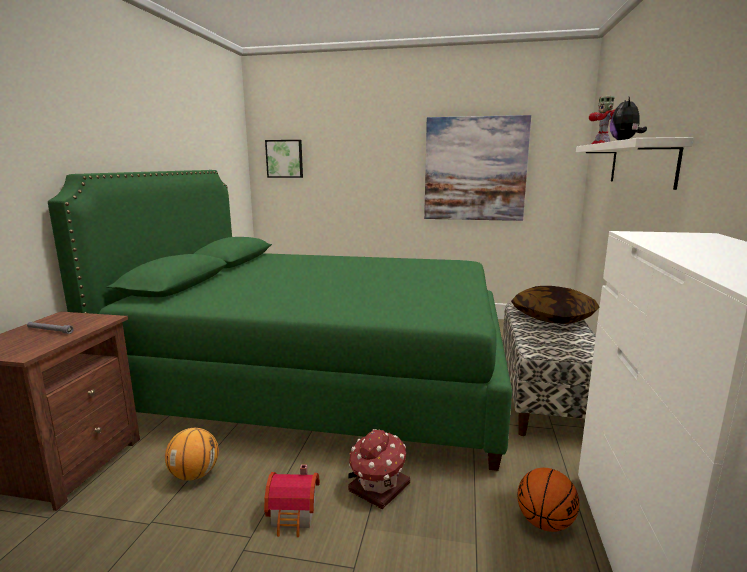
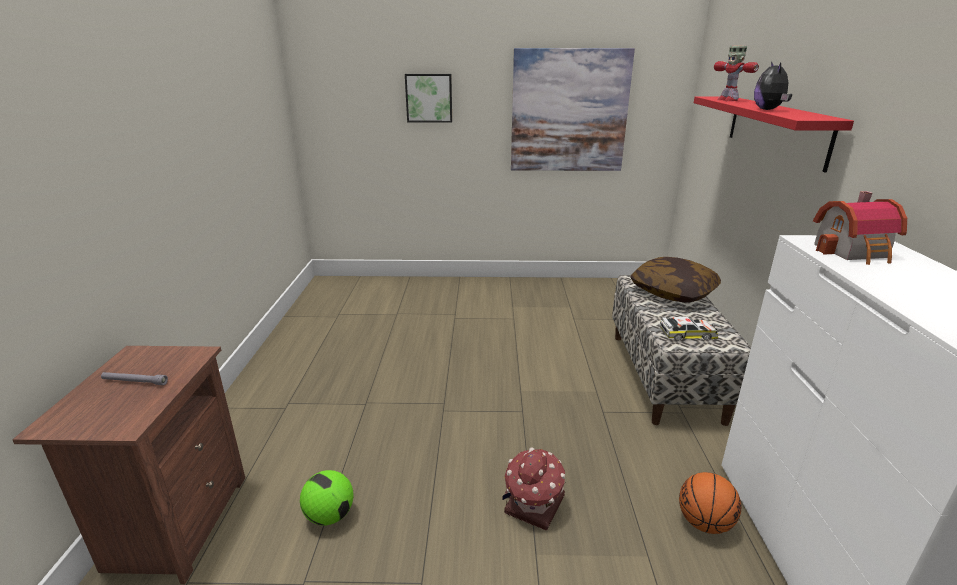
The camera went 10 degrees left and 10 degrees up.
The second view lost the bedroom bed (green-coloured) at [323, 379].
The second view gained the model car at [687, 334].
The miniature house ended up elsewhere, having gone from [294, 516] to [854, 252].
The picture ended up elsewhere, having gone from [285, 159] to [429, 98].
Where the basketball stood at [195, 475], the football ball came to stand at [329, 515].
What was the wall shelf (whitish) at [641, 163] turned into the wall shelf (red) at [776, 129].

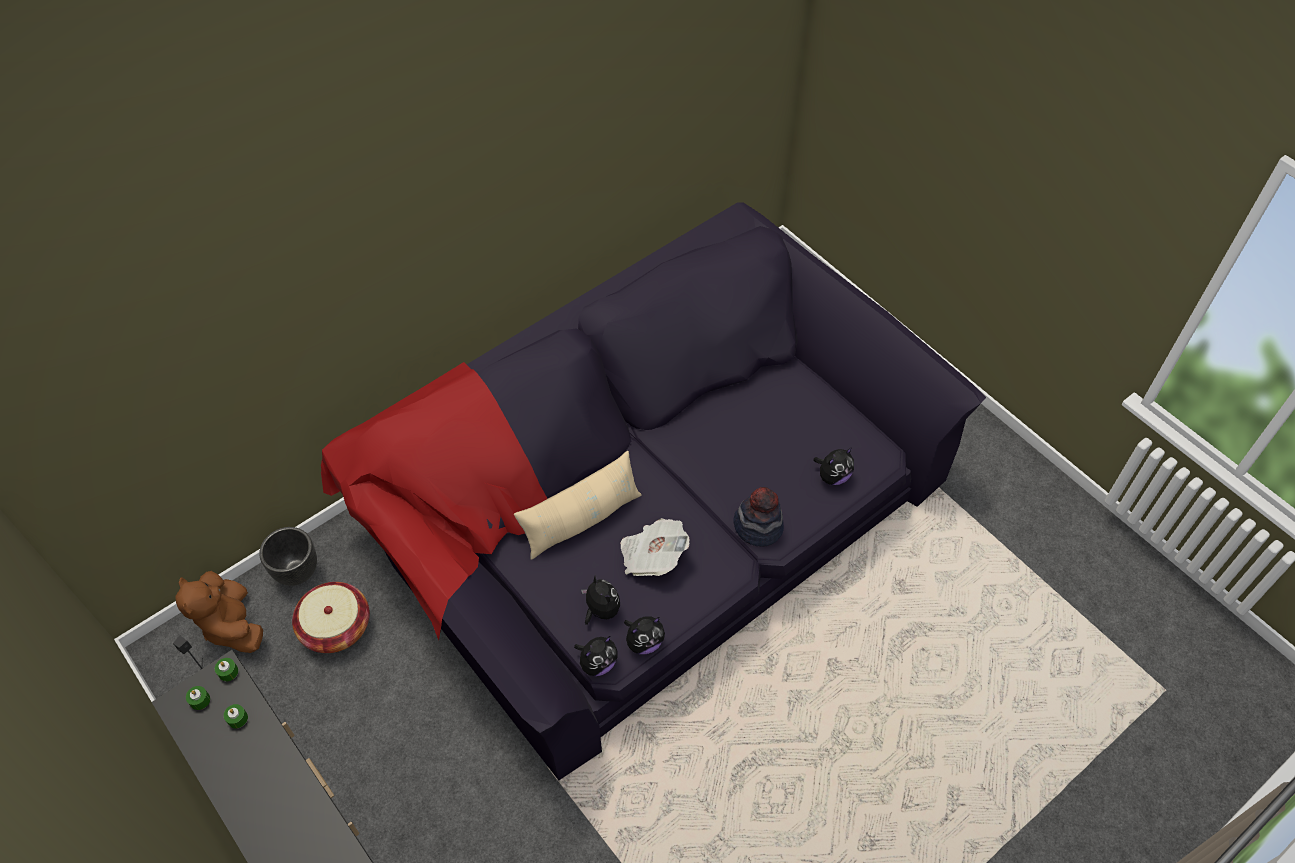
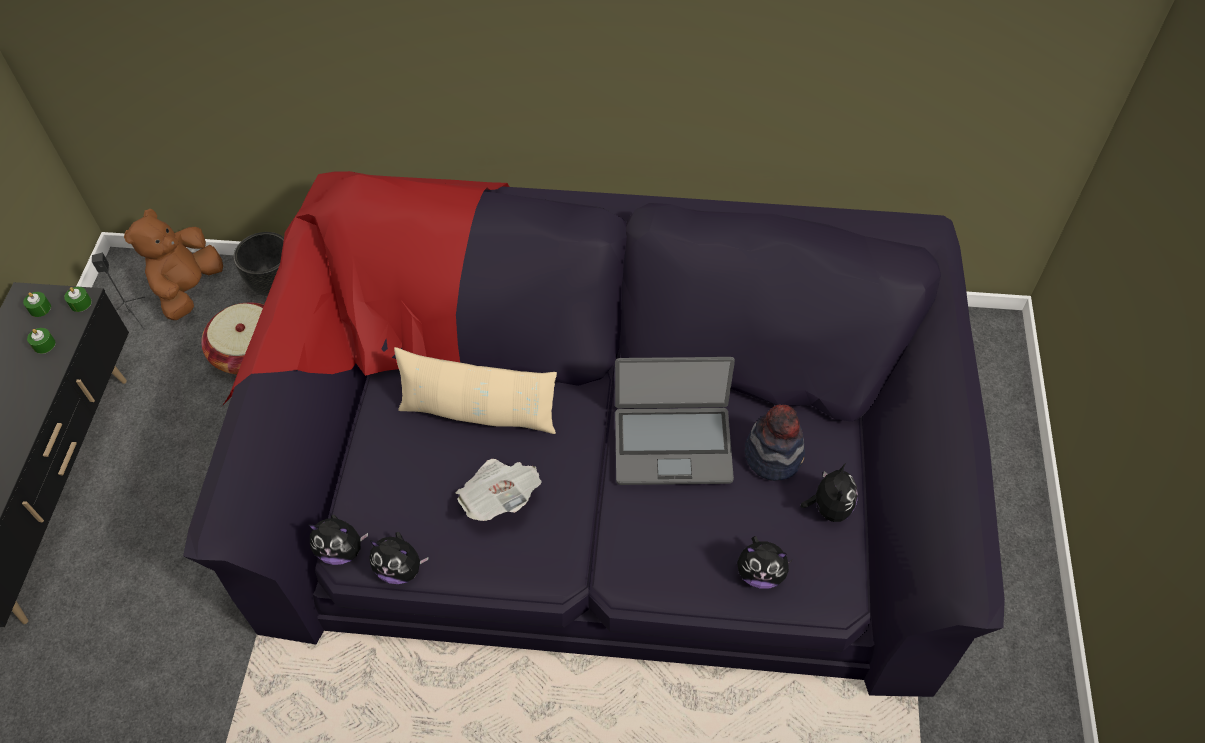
The camera went 45 degrees right and 0 degrees up.
The second view gained the notebook computer at [672, 444].
The soft toy ended up elsewhere, having gone from [601, 610] to [829, 508].
The wearable hat ended up elsewhere, having gone from [758, 526] to [773, 454].

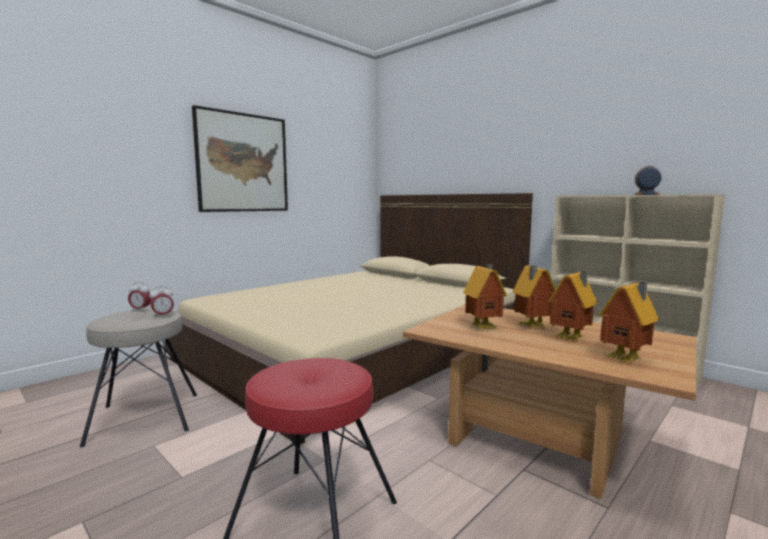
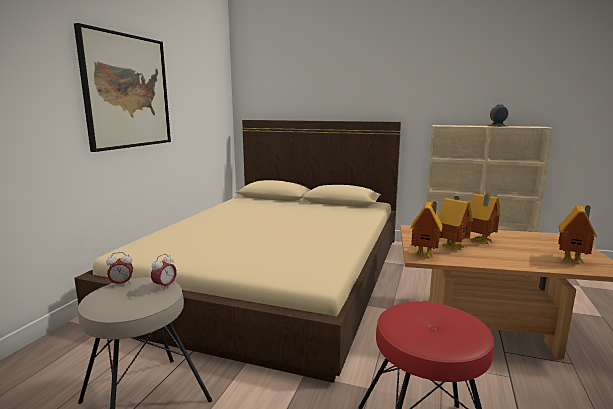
The camera went 25 degrees left and 5 degrees up.
The miniature house ended up elsewhere, having gone from [572, 339] to [426, 255].

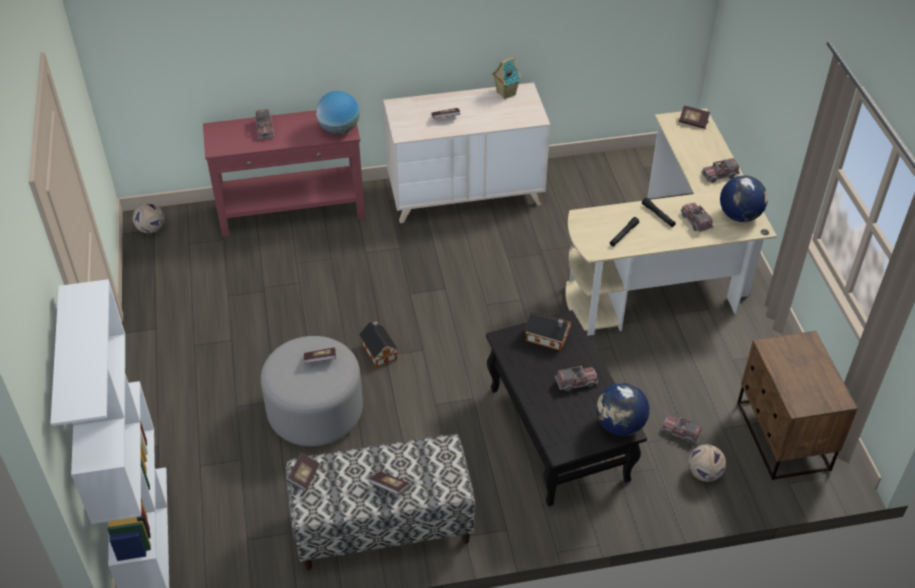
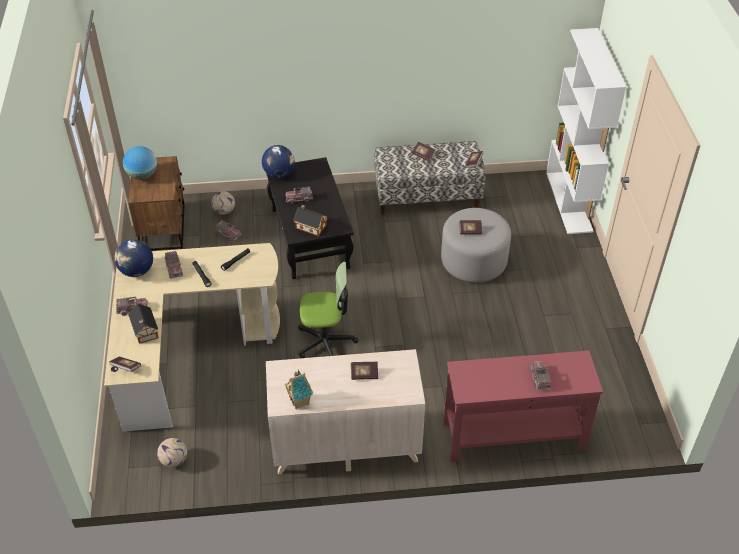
The camera went 175 degrees left and 0 degrees up.
The second view gained the desk chair at [325, 342].
The football ball ended up elsewhere, having gone from [151, 229] to [174, 460].
The desk globe ended up elsewhere, having gone from [339, 130] to [142, 175].
The miniature house ended up elsewhere, having gone from [379, 350] to [145, 331].

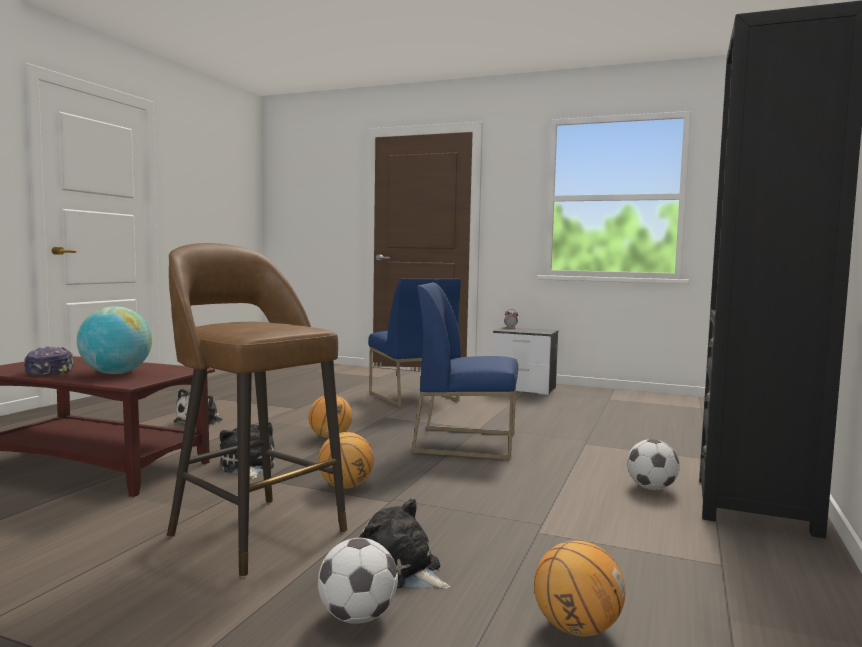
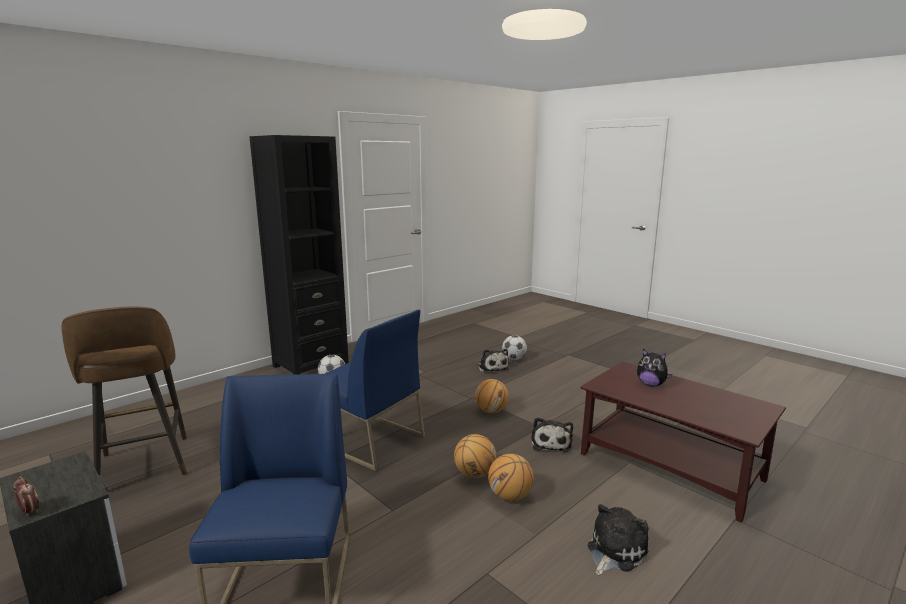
The camera went 155 degrees left and 10 degrees up.
The second view lost the baseball cap at [50, 372].
The sitting stool (brown) ended up elsewhere, having gone from [255, 531] to [143, 466].
The basketball ended up elsewhere, having gone from [576, 629] to [510, 496].
Where the desk globe stood at [116, 373], the soft toy came to stand at [651, 384].

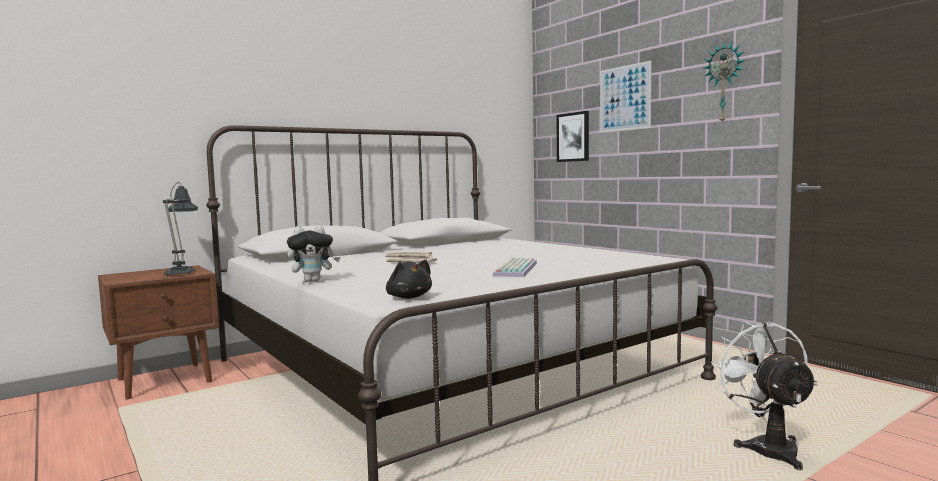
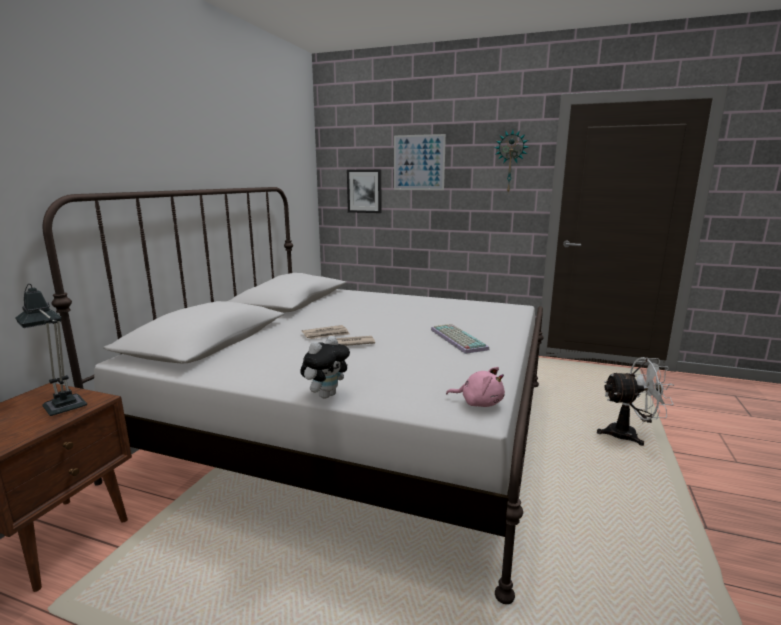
The camera went 35 degrees left and 10 degrees up.
What was the soft toy (black) at [408, 297] turned into the soft toy (pink) at [479, 403].
The electric fan (whitish) at [767, 447] ended up facing another way, 135 degrees clockwise from before.

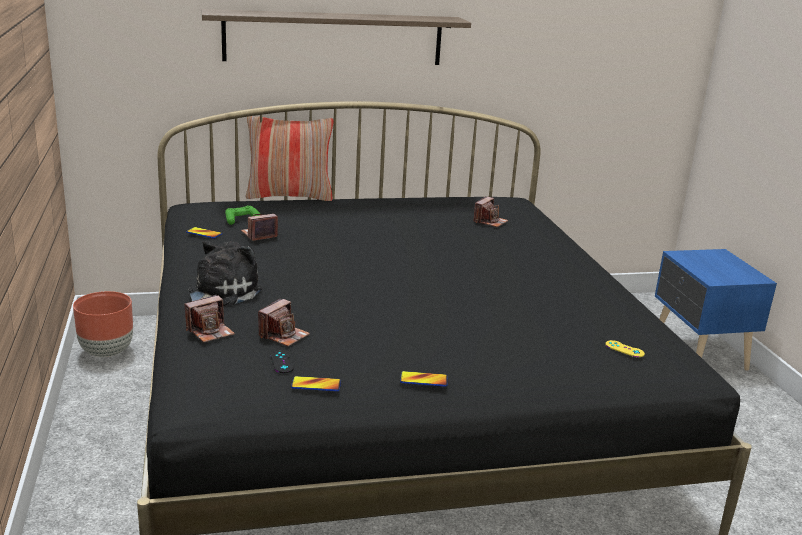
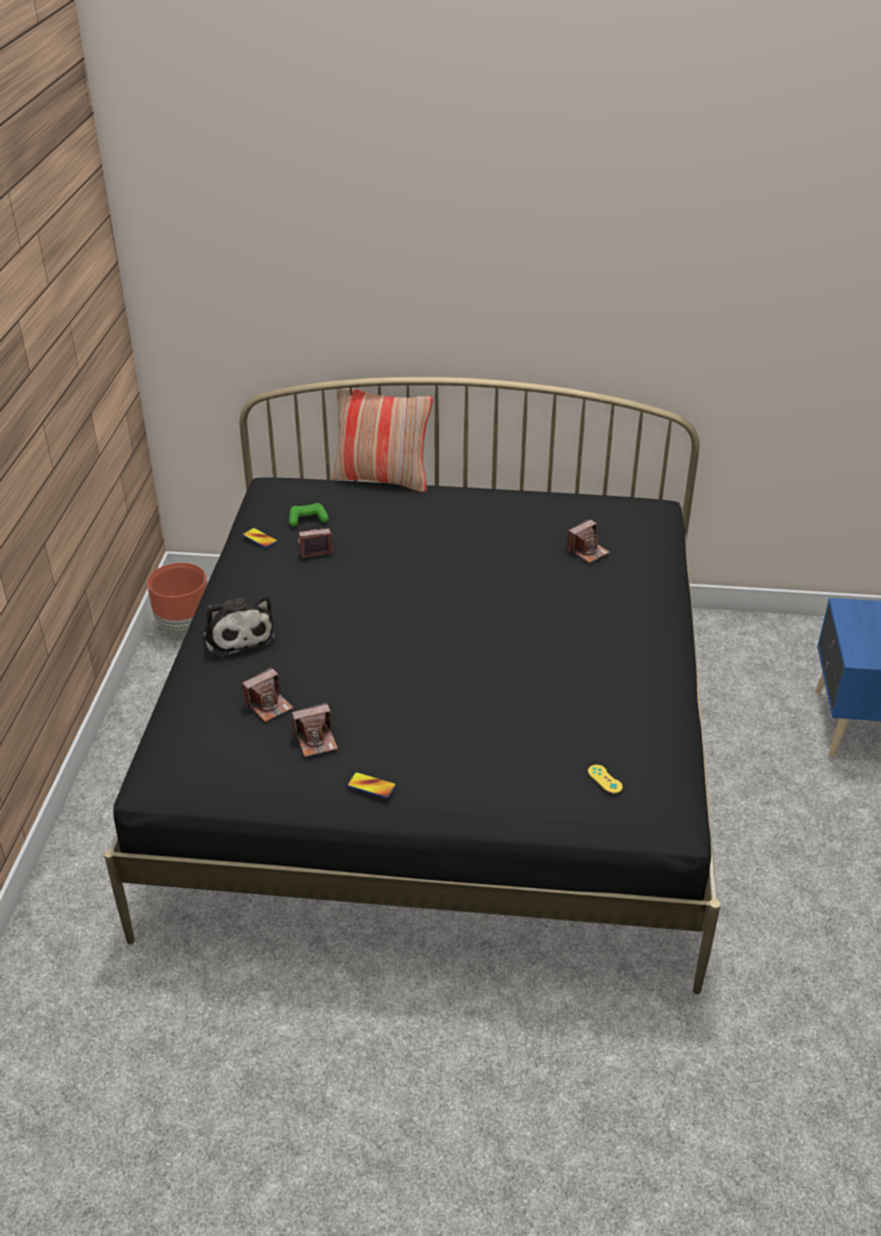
The camera went 20 degrees right and 15 degrees up.
The second view lost the wall shelf at [334, 38].
The second view lost the gamepad (black) at [282, 362].
The second view lost the handset at [316, 385].
The photo camera ended up elsewhere, having gone from [210, 331] to [316, 740].
The soft toy at [221, 293] ended up facing another way, 105 degrees clockwise from before.

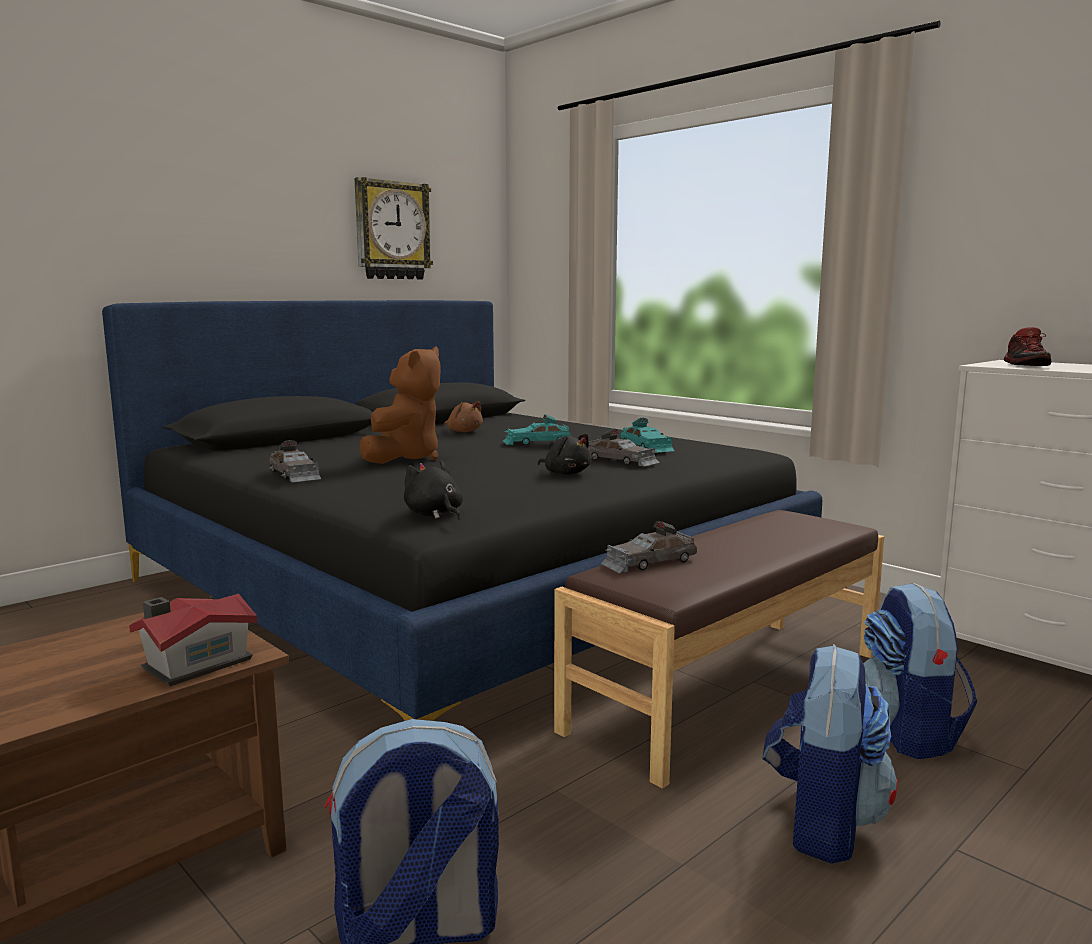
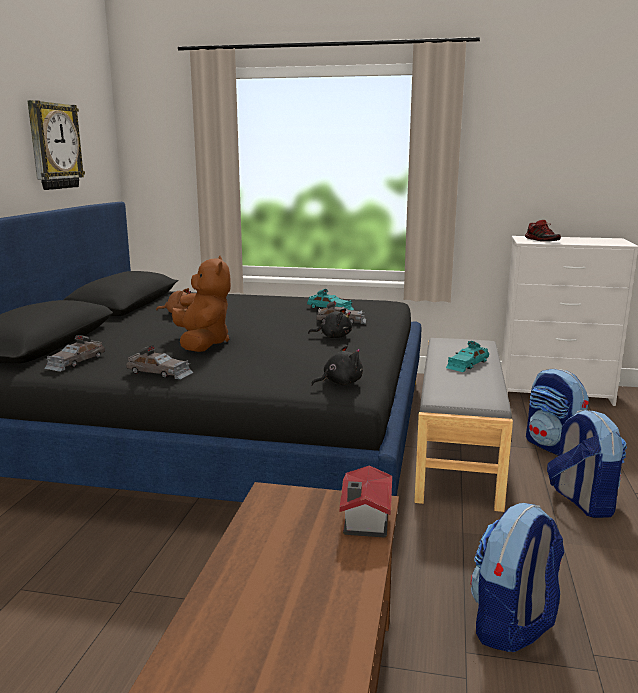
The camera went 35 degrees left and 5 degrees up.
The model car (turquoise-coloured) ended up elsewhere, having gone from [536, 442] to [467, 364].
The model car (greyish) ended up elsewhere, having gone from [648, 562] to [75, 362].
What was the bench (brown) at [727, 689] turned into the bench (greyish) at [456, 450].
The soft toy (black) at [434, 515] ended up facing another way, 135 degrees clockwise from before.

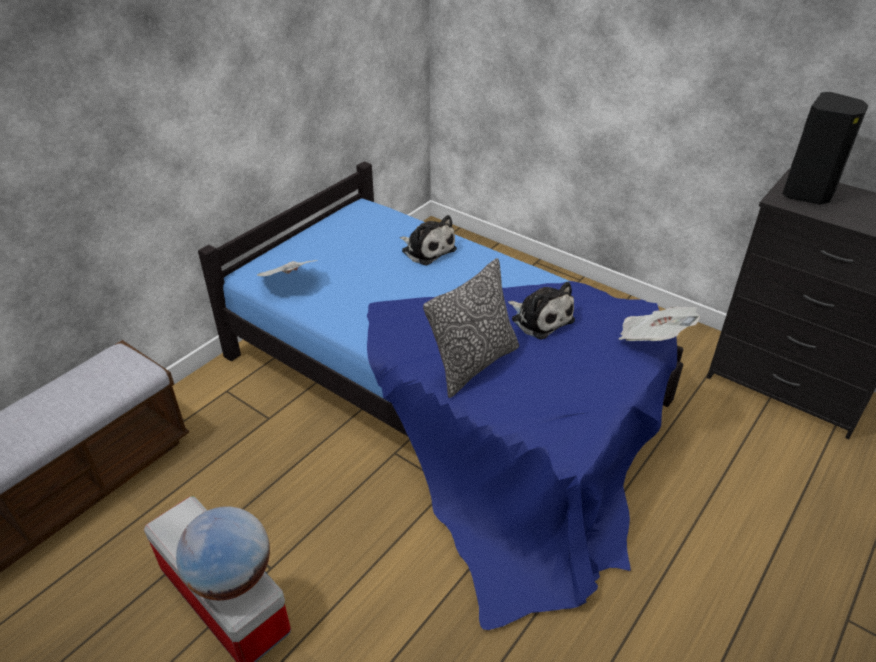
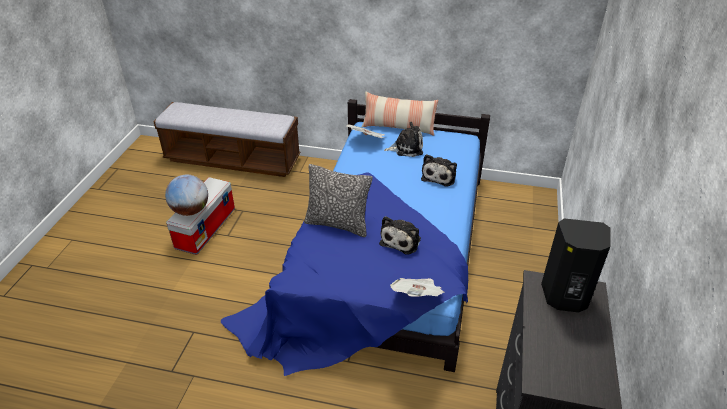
The camera went 65 degrees right and 0 degrees up.
The second view gained the pillow at [398, 127].
The second view gained the soft toy at [406, 148].

